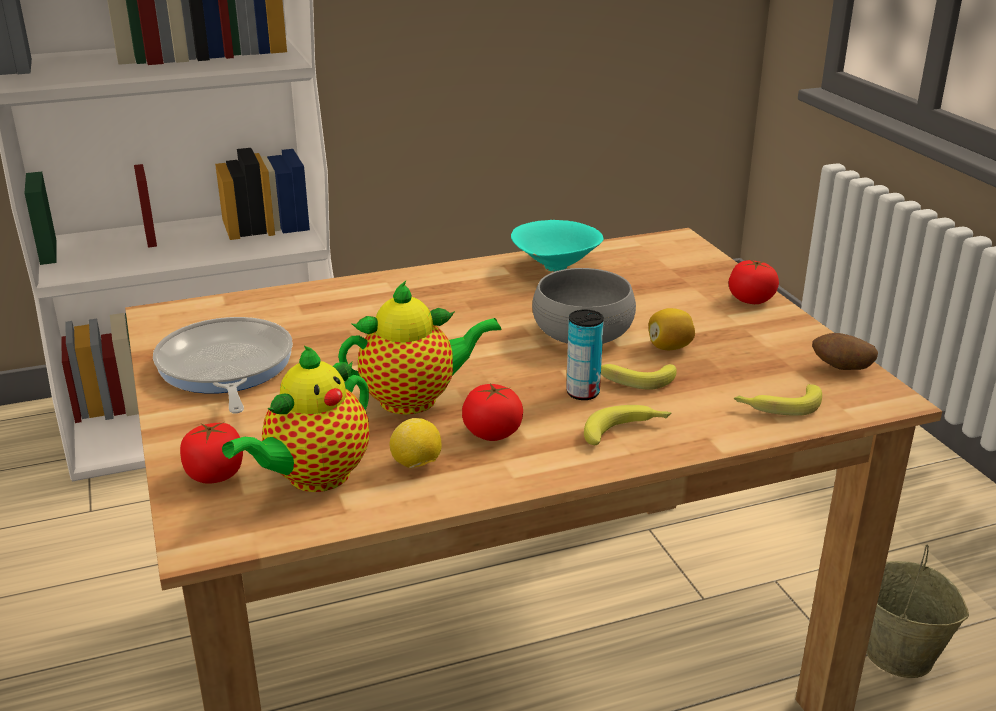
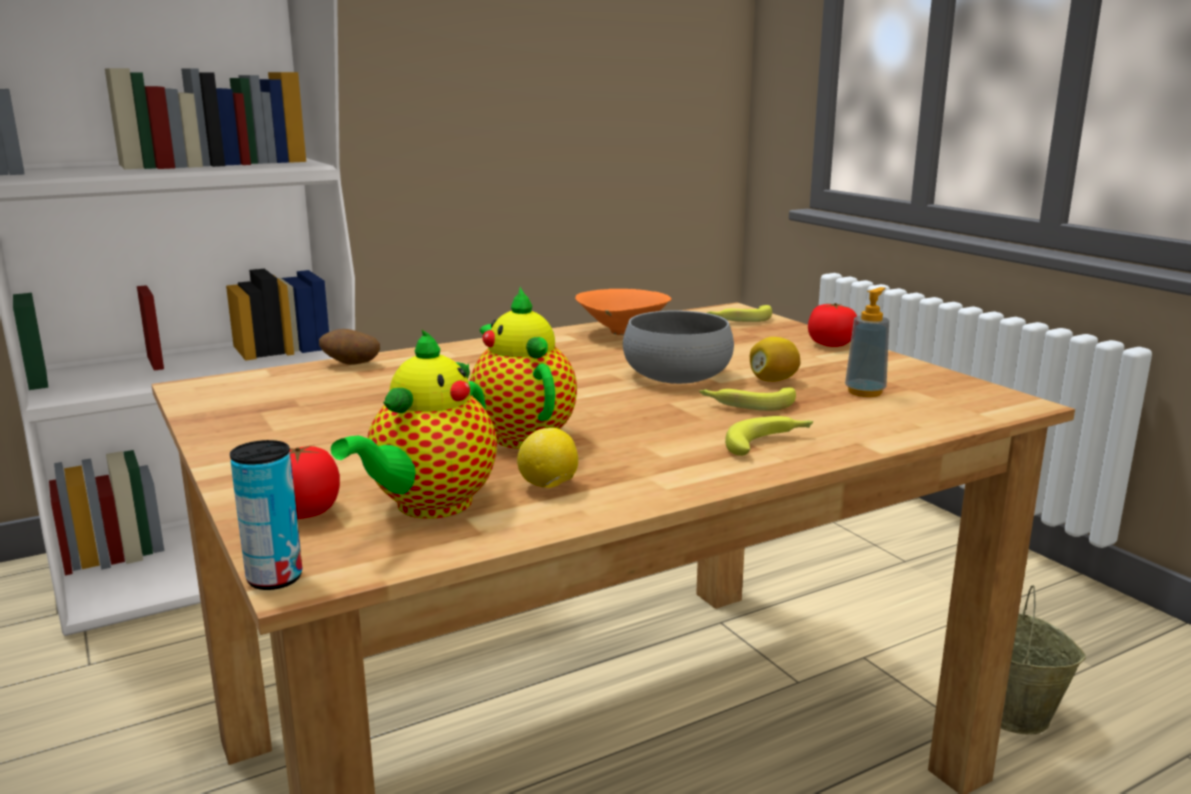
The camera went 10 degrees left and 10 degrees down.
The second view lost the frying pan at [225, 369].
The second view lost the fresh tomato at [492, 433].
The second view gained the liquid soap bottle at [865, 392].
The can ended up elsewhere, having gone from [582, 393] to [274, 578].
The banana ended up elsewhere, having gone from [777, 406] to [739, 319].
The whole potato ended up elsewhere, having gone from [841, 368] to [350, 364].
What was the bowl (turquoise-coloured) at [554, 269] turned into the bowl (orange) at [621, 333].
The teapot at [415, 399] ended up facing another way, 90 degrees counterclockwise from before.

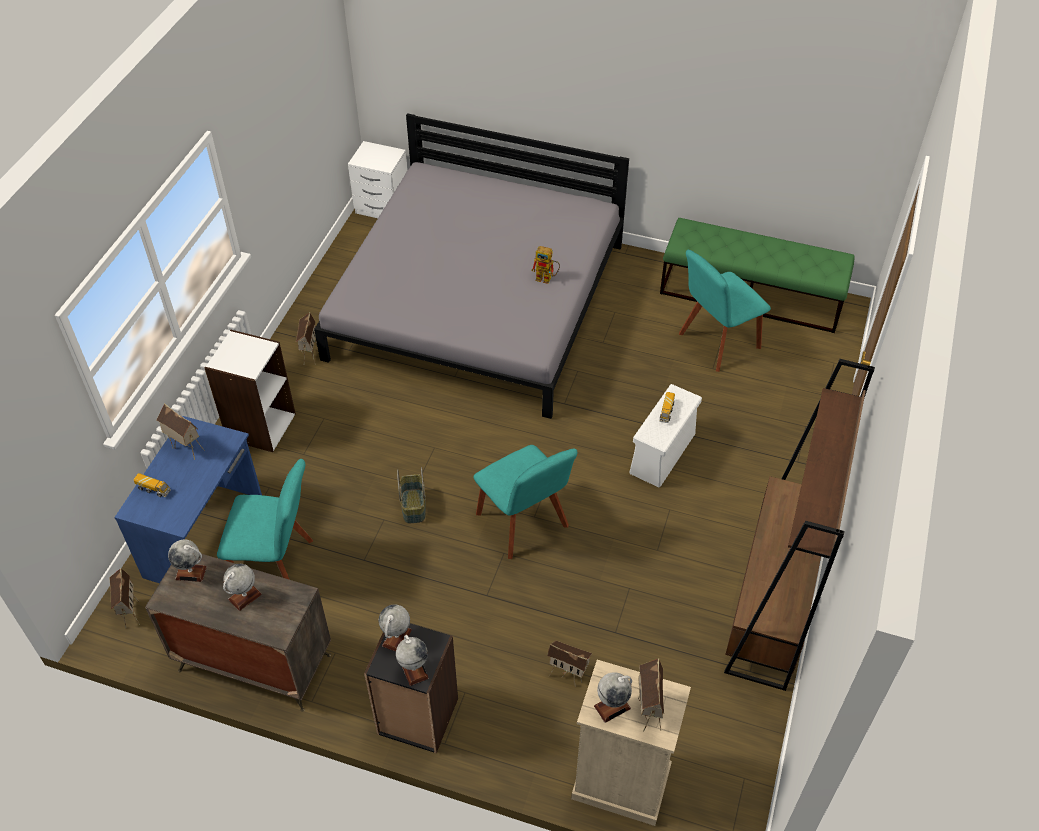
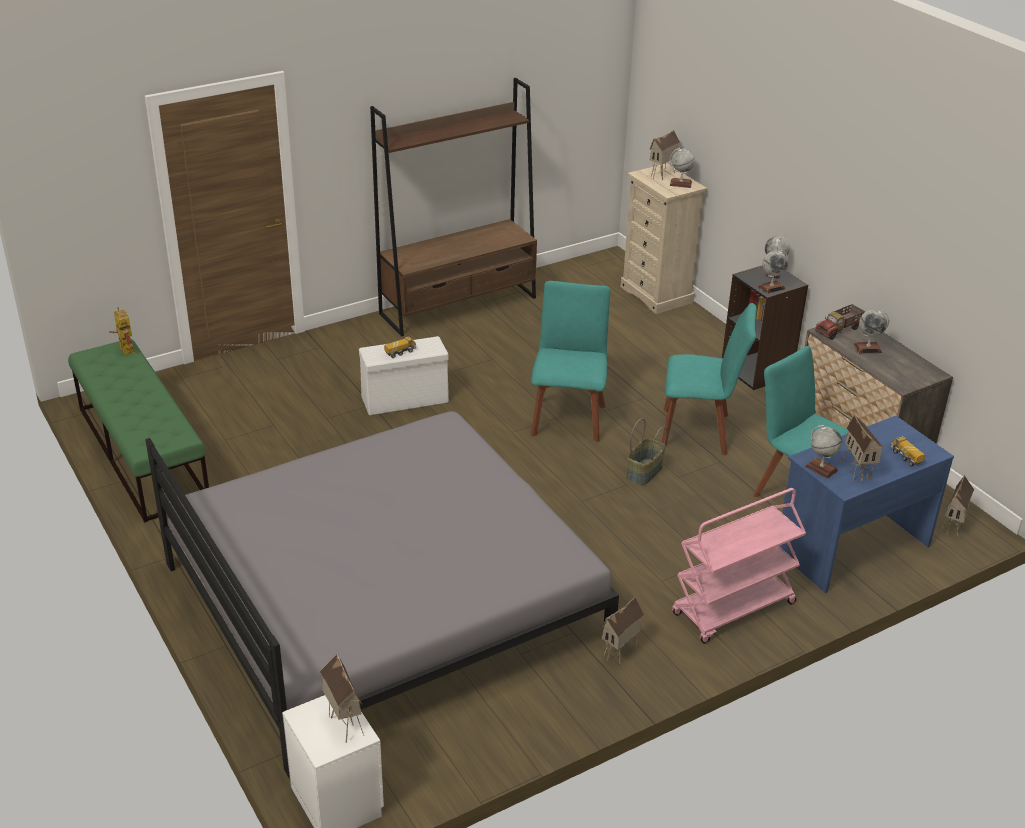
The camera went 140 degrees left and 15 degrees down.
The second view gained the toy lorry at [838, 330].
The desk globe ended up elsewhere, having gone from [191, 572] to [821, 468].
The model robot ended up elsewhere, having gone from [547, 278] to [124, 348].
The miniature house ended up elsewhere, having gone from [568, 674] to [343, 723].
The plain chair (turquoise-coloured) ended up elsewhere, having gone from [716, 343] to [699, 432].
Where the bookshelf (whitish) stood at [260, 426], the trolley (pink) came to stand at [733, 610].

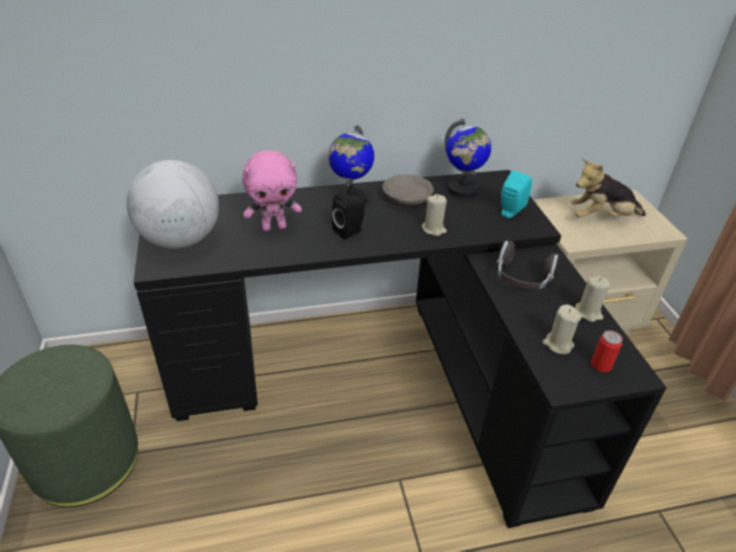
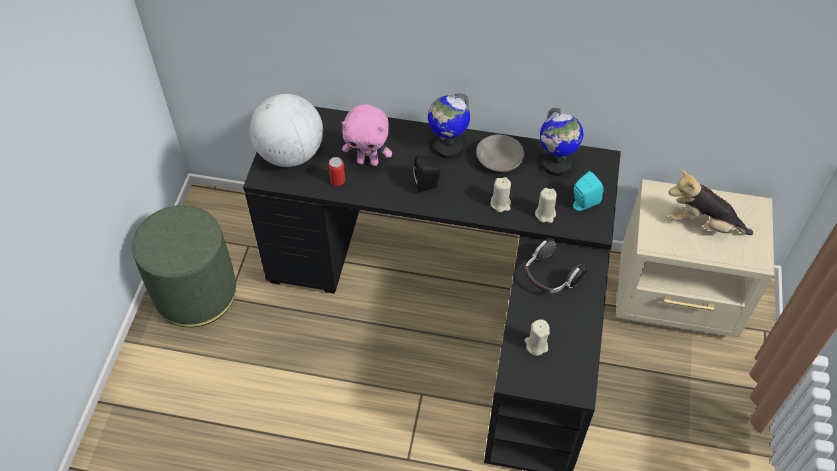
The camera went 25 degrees right and 15 degrees up.
The candle (beige) ended up elsewhere, having gone from [588, 312] to [545, 214].
The can ended up elsewhere, having gone from [601, 365] to [337, 180].

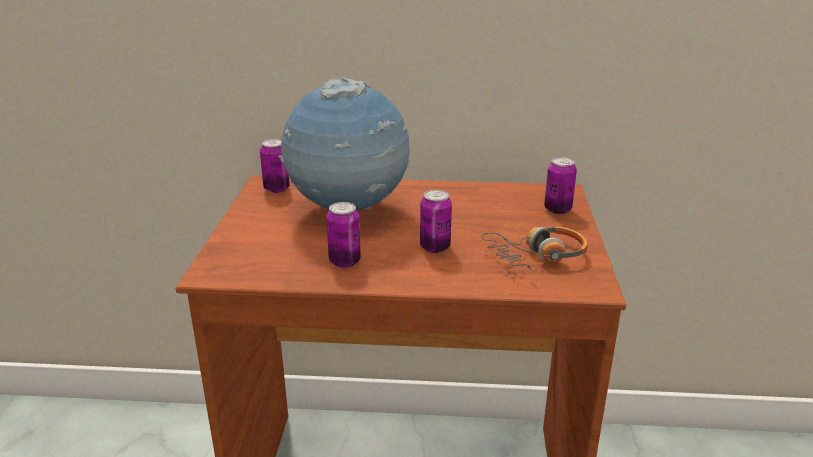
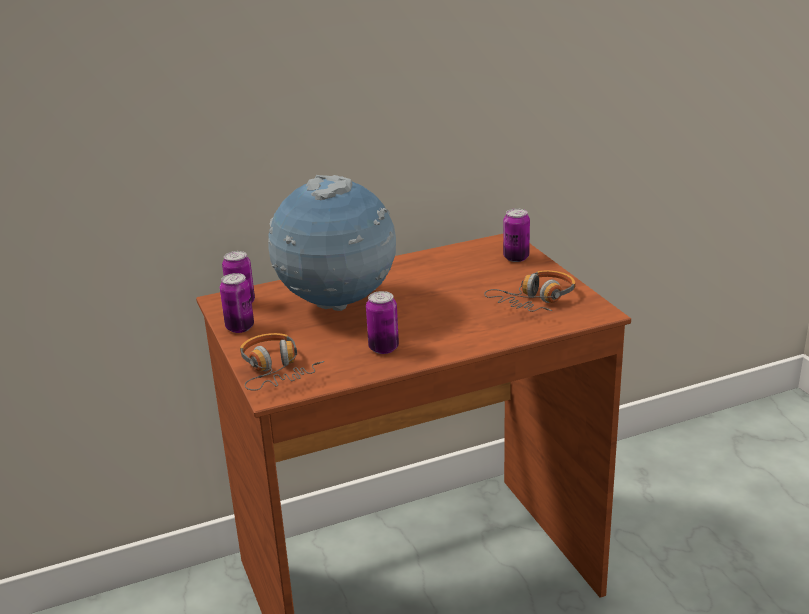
The camera went 25 degrees left and 0 degrees up.
The second view gained the headset at [275, 370].
The can ended up elsewhere, having gone from [435, 247] to [240, 327].

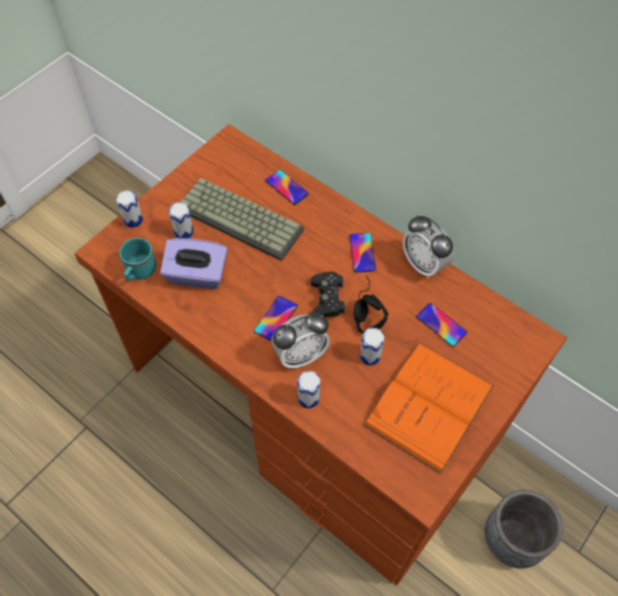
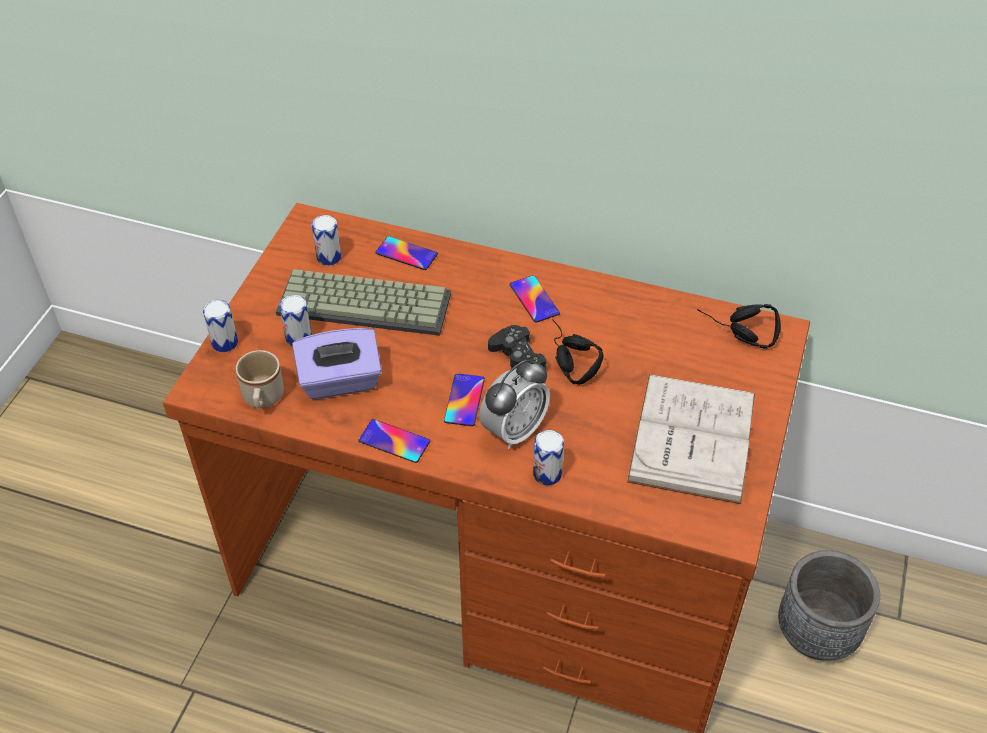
The camera went 20 degrees left and 10 degrees down.
The second view lost the table clock at [424, 264].
The second view gained the headset (black) at [736, 334].
The can ended up elsewhere, having gone from [370, 356] to [329, 257].
The handset ended up elsewhere, having gone from [441, 325] to [394, 441].
What was the coffee mug (turquoise-coloured) at [139, 272] turned into the coffee mug (beige) at [263, 399].
What was the volume (orange) at [429, 405] turned into the volume (whitish) at [692, 437].

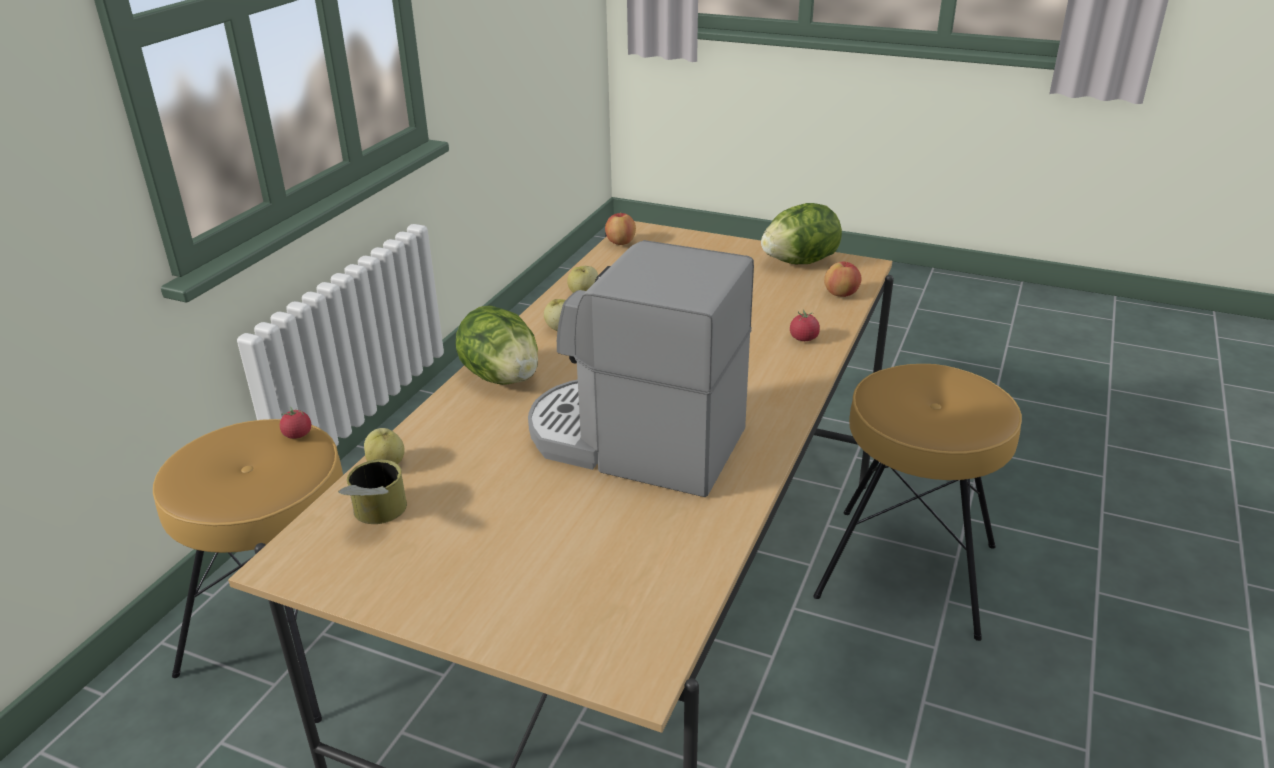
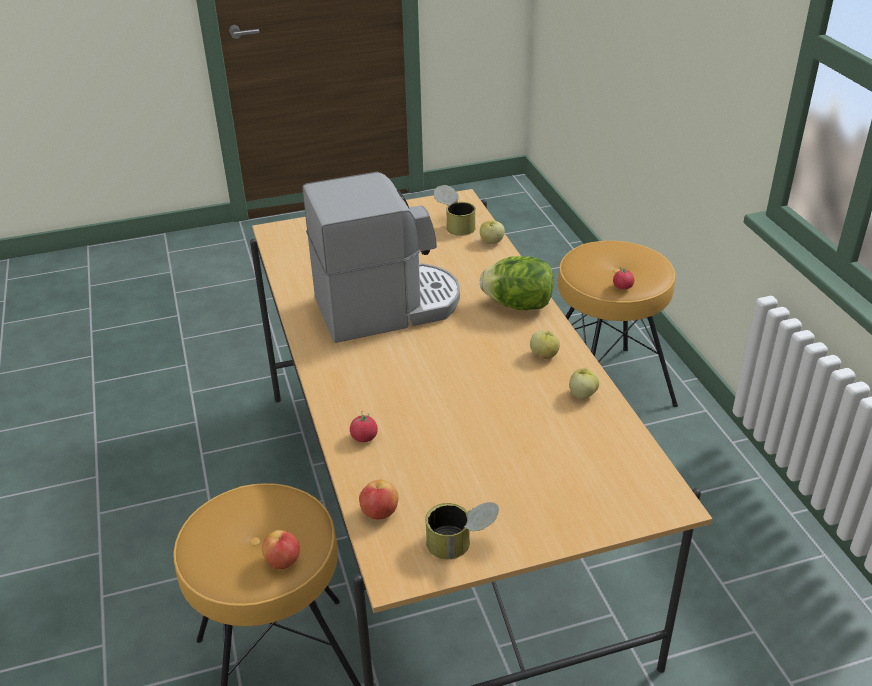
The camera went 140 degrees right and 5 degrees up.
The whole apple ended up elsewhere, having gone from [621, 243] to [283, 561].
Where the lettuce head stood at [800, 262], the can came to stand at [461, 544].

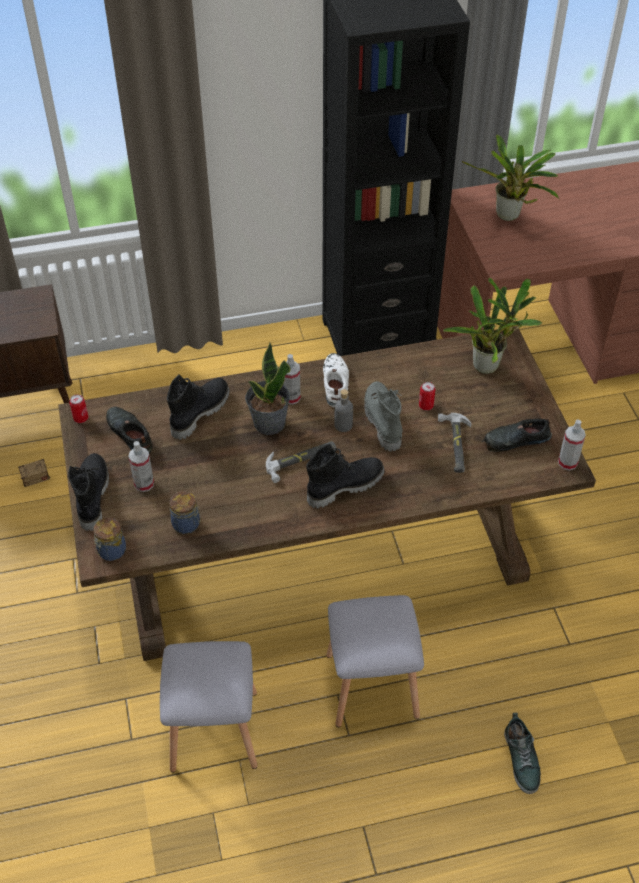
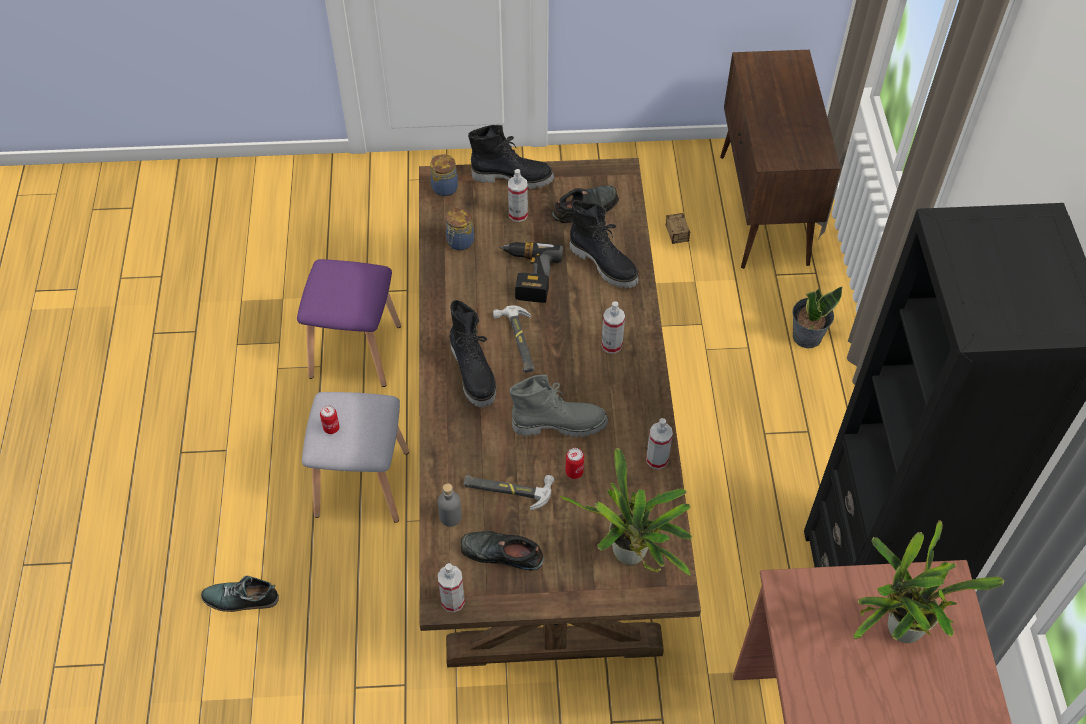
The camera went 100 degrees right and 5 degrees up.
The second view lost the shoe (whitish) at [335, 383].
The second view gained the drill at [527, 275].
The second view gained the sprayer at [657, 459].
The can ended up elsewhere, having gone from [81, 418] to [331, 428].
The potted plant ended up elsewhere, having gone from [269, 423] to [806, 336].
The beverage bottle (greyish) ended up elsewhere, having gone from [343, 425] to [450, 517].
What was the sitting stool (greyish) at [212, 731] turned into the sitting stool (purple-coloured) at [354, 349].
The shoe (black) at [515, 440] ended up facing another way, 75 degrees counterclockwise from before.

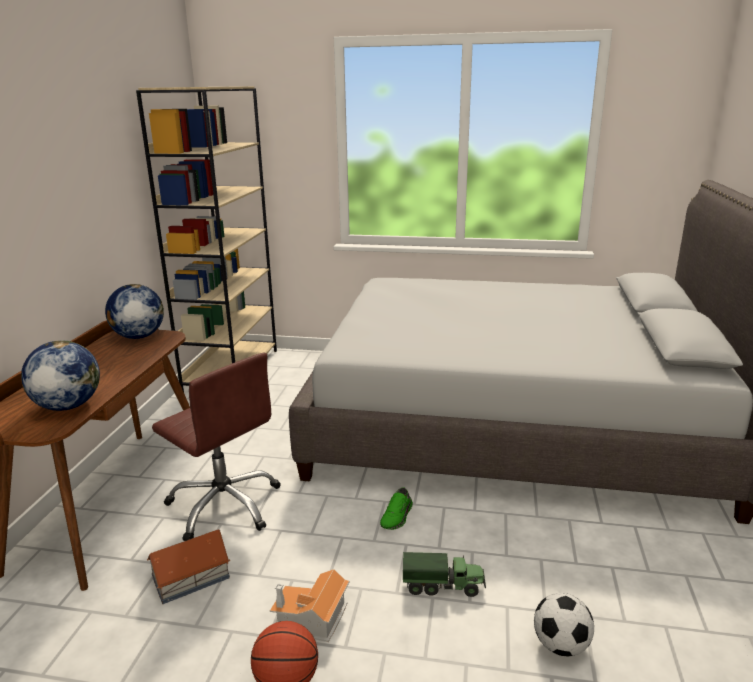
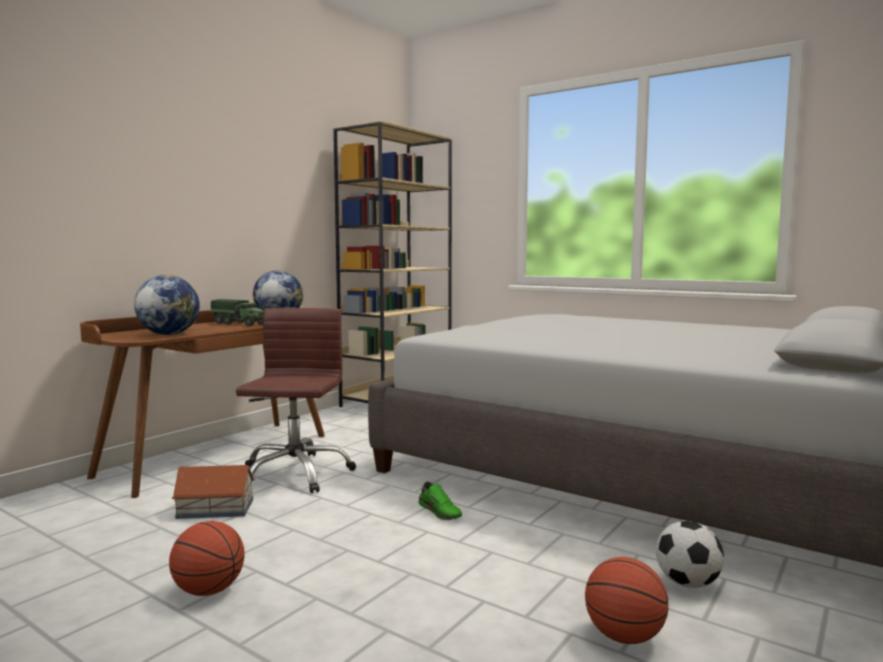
The camera went 25 degrees right and 15 degrees down.
The second view lost the miniature house at [311, 619].
The second view gained the basketball at [624, 636].
The toy lorry ended up elsewhere, having gone from [443, 586] to [240, 324].
The football ball ended up elsewhere, having gone from [560, 645] to [687, 583].
The desk chair (brown) at [225, 505] ended up facing another way, 150 degrees counterclockwise from before.
The shoe (green-coloured) at [397, 517] ended up facing another way, 90 degrees counterclockwise from before.

